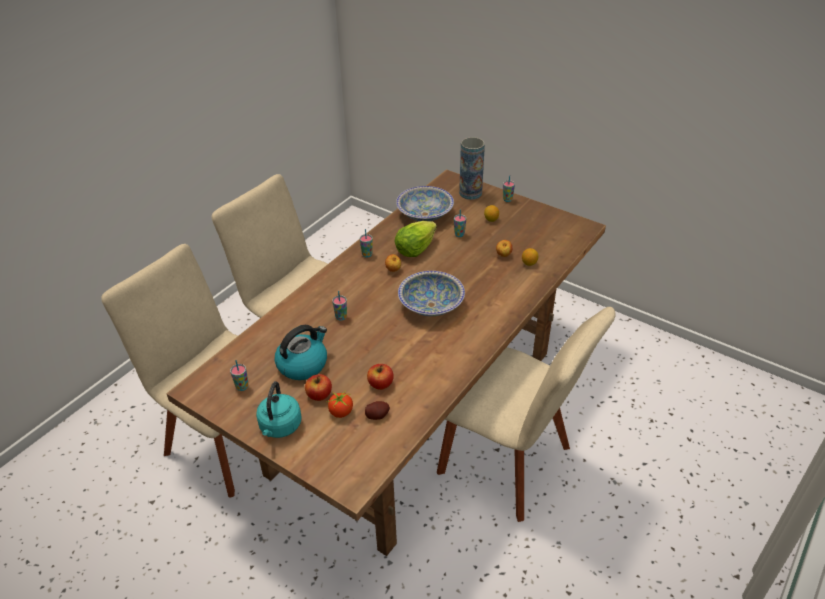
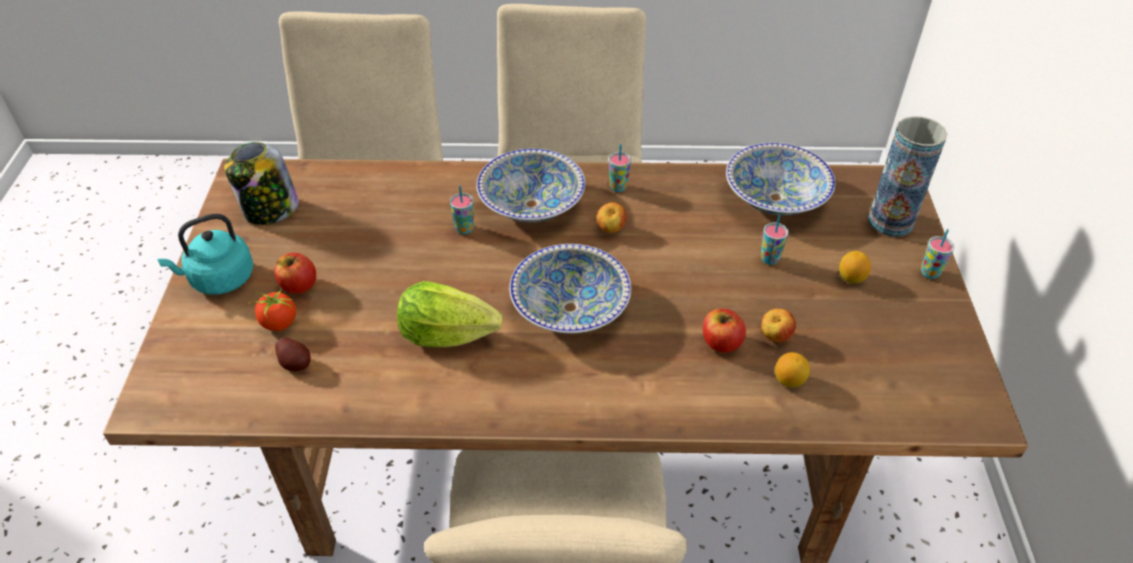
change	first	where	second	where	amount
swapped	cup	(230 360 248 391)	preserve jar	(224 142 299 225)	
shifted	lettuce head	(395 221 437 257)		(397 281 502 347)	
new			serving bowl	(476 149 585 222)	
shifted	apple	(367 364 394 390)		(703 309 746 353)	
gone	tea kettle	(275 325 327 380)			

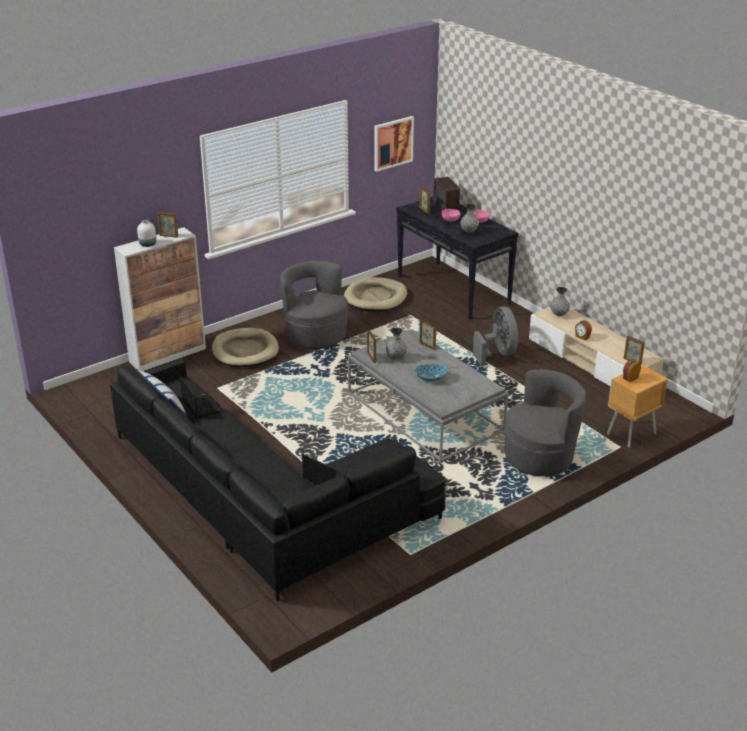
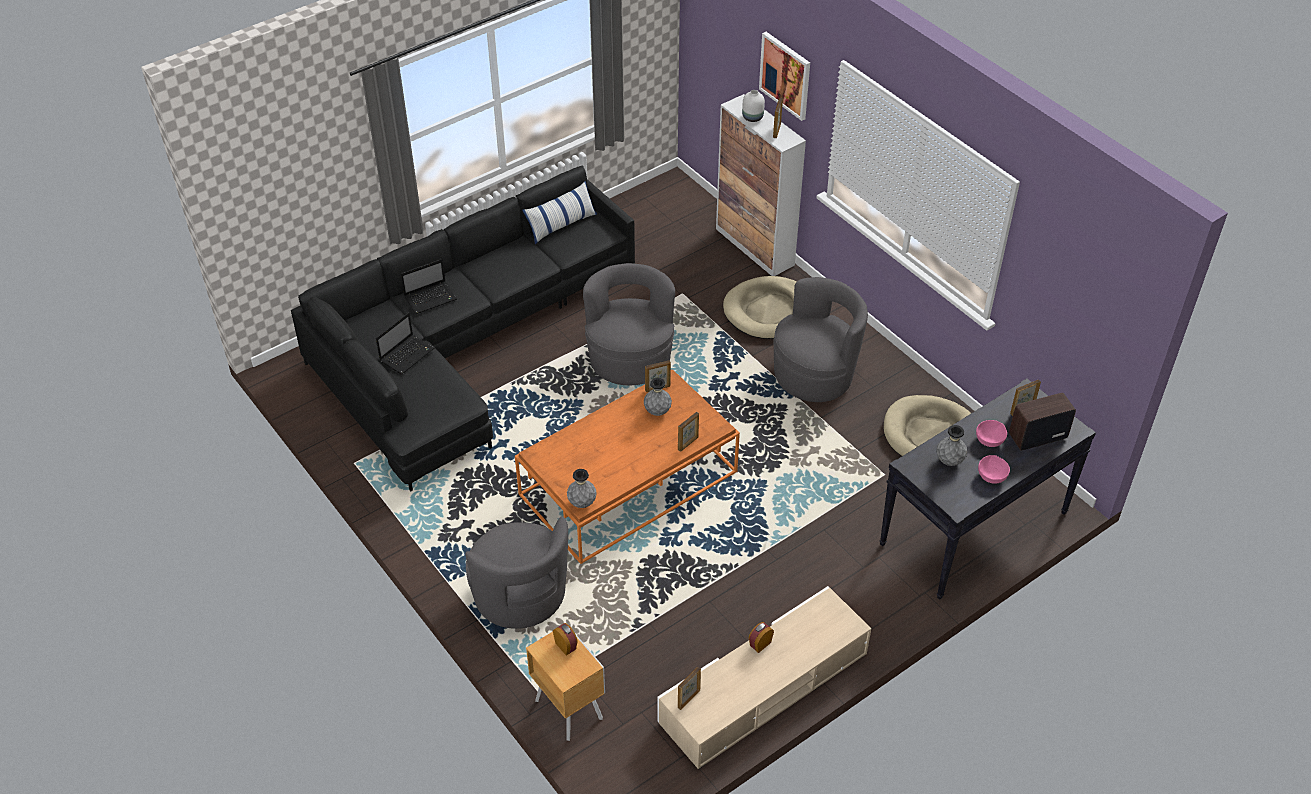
change	first	where	second	where	amount
shifted	laptop	(180 376 221 418)		(401 259 457 314)	
repainted	gray low table	(348 329 508 462)	orange-coloured low table	(515 369 740 564)	
shifted	gray vase	(550 287 570 316)		(567 469 597 508)	
new			gray armchair	(583 263 675 385)	
shifted	wall picture	(374 116 414 172)		(759 32 810 121)	
gone	serving bowl	(414 364 447 381)			
gone	gray cooling fan	(473 307 518 366)			

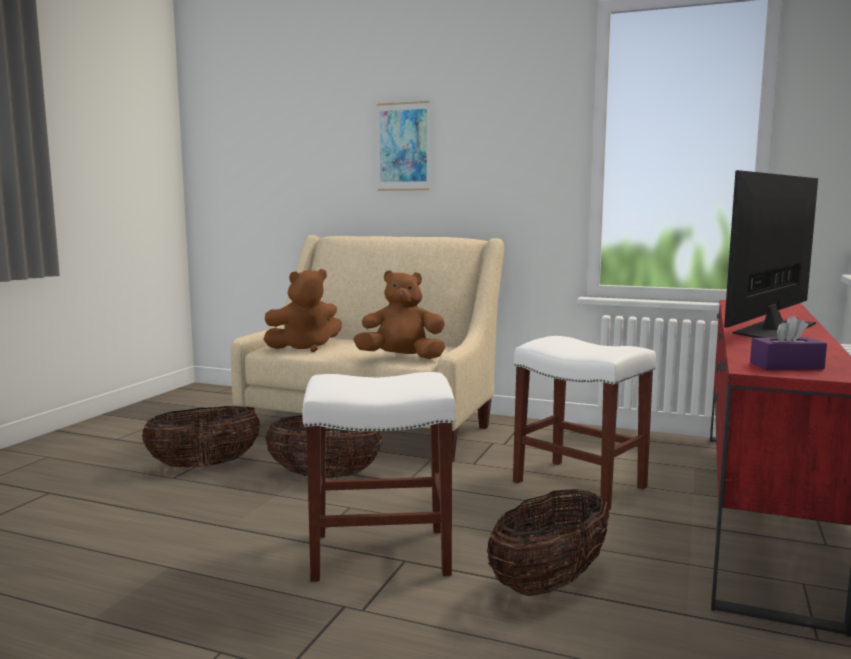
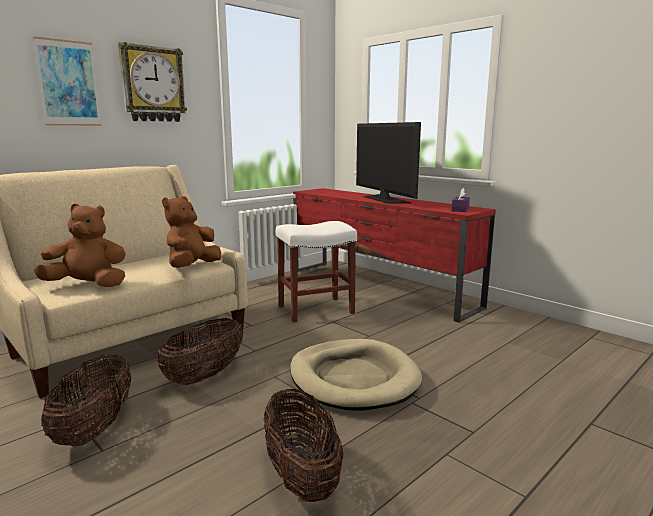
change	first	where	second	where	amount
rotated	brown plush toy	(263 269 342 352)		(34 203 126 287)	90 degrees counterclockwise
new			wall clock	(118 42 187 122)	
shifted	household basket	(487 489 609 596)		(263 389 344 502)	
swapped	white-coloured stool	(302 372 456 582)	sand-coloured dog bed	(290 339 422 411)	

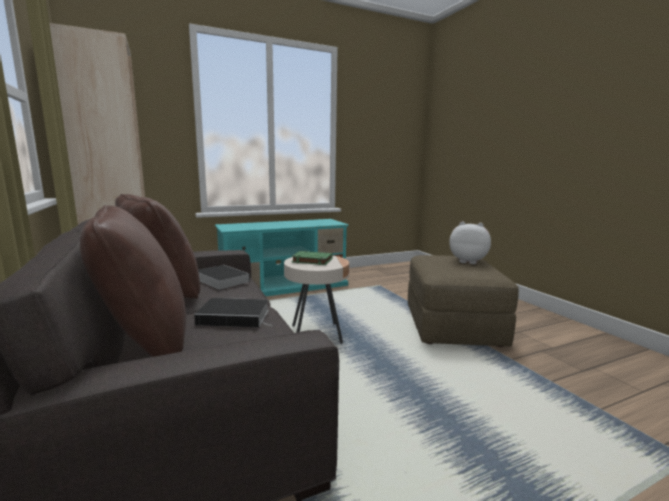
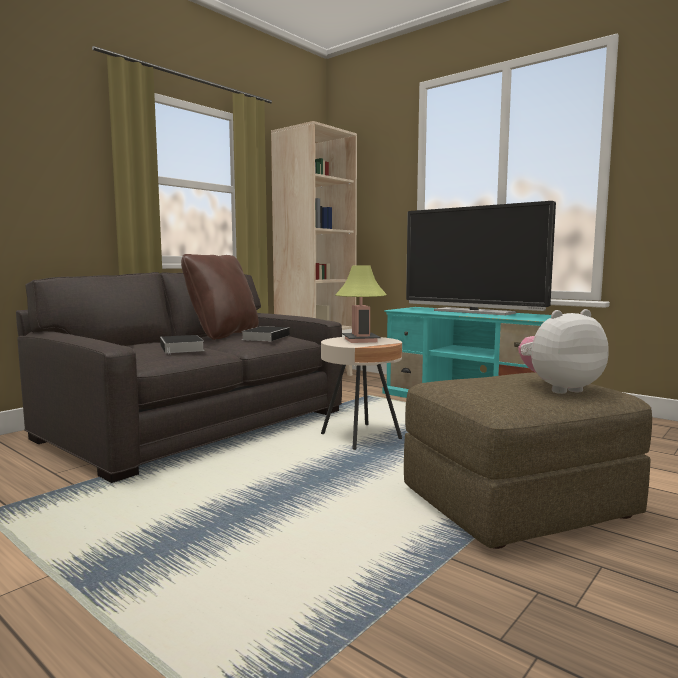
change	first	where	second	where	amount
swapped	green bound book	(291 251 333 265)	lamp for a table	(335 266 387 343)	
new			television	(406 201 556 315)	
rotated	plush toy	(449 221 491 264)		(518 309 608 394)	105 degrees counterclockwise
gone	brown pillow	(80 205 186 357)			

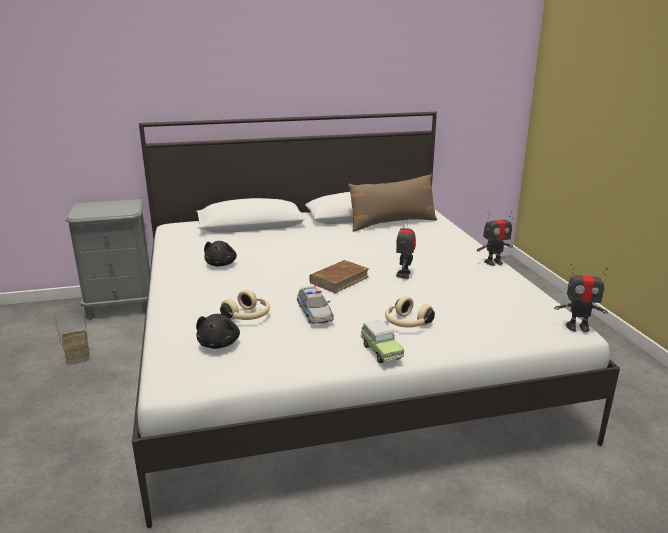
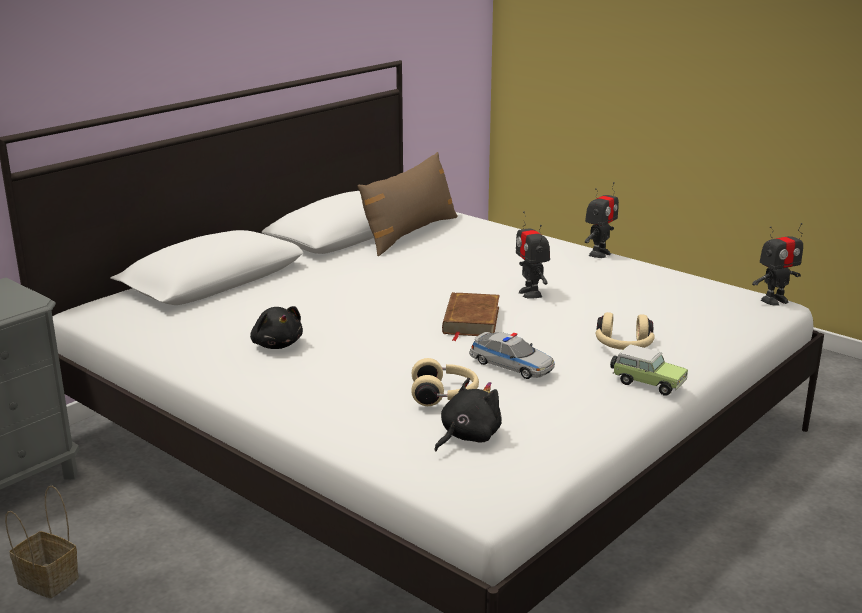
change	first	where	second	where	amount
rotated	blackish plush toy	(196 314 240 349)		(435 378 502 452)	105 degrees counterclockwise

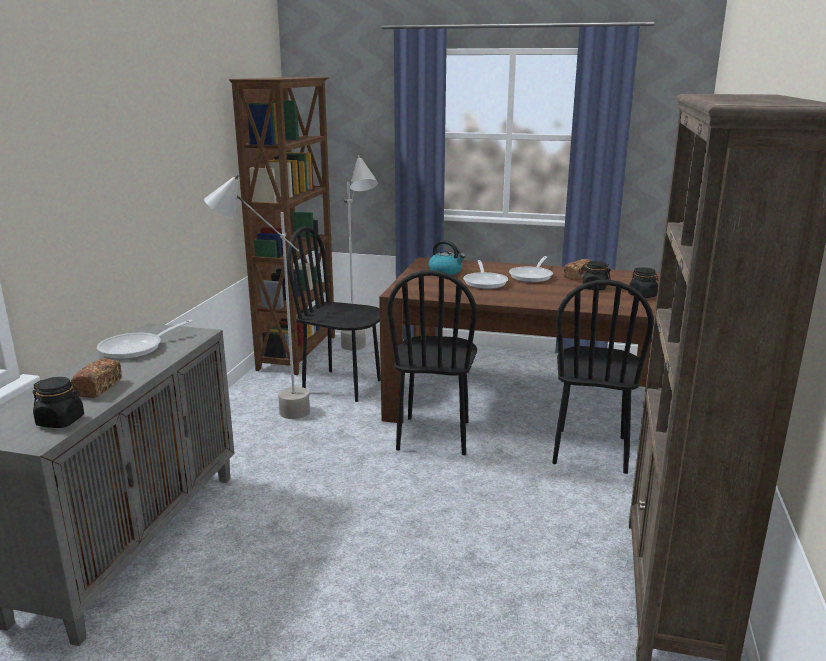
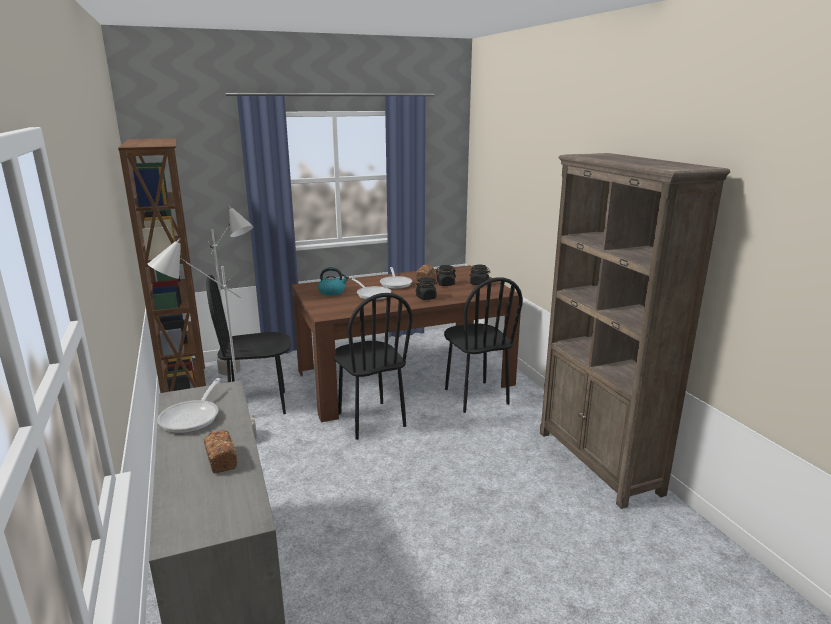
change	first	where	second	where	amount
shifted	blackish preserve jar	(33 377 84 428)		(416 277 437 300)	

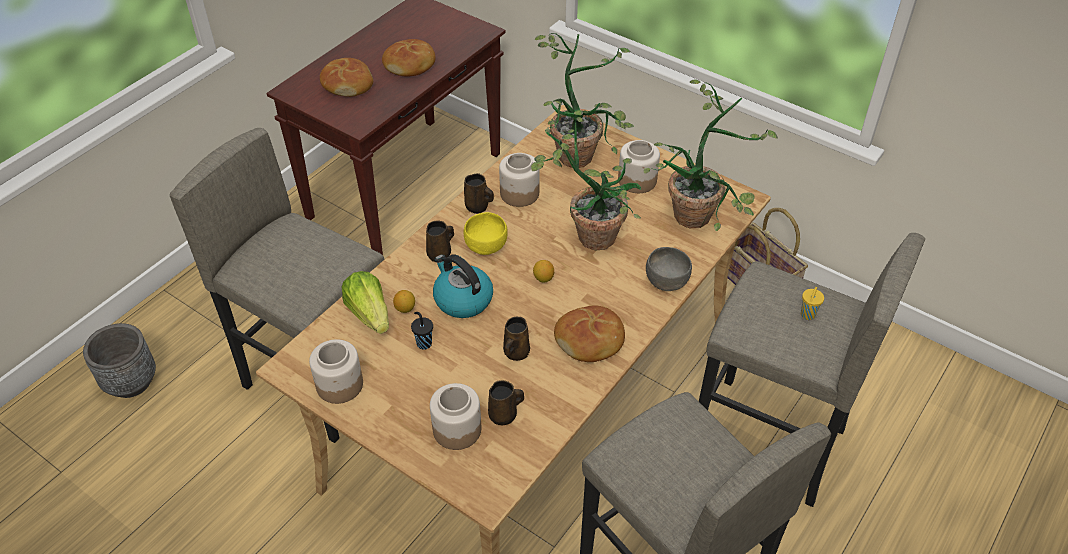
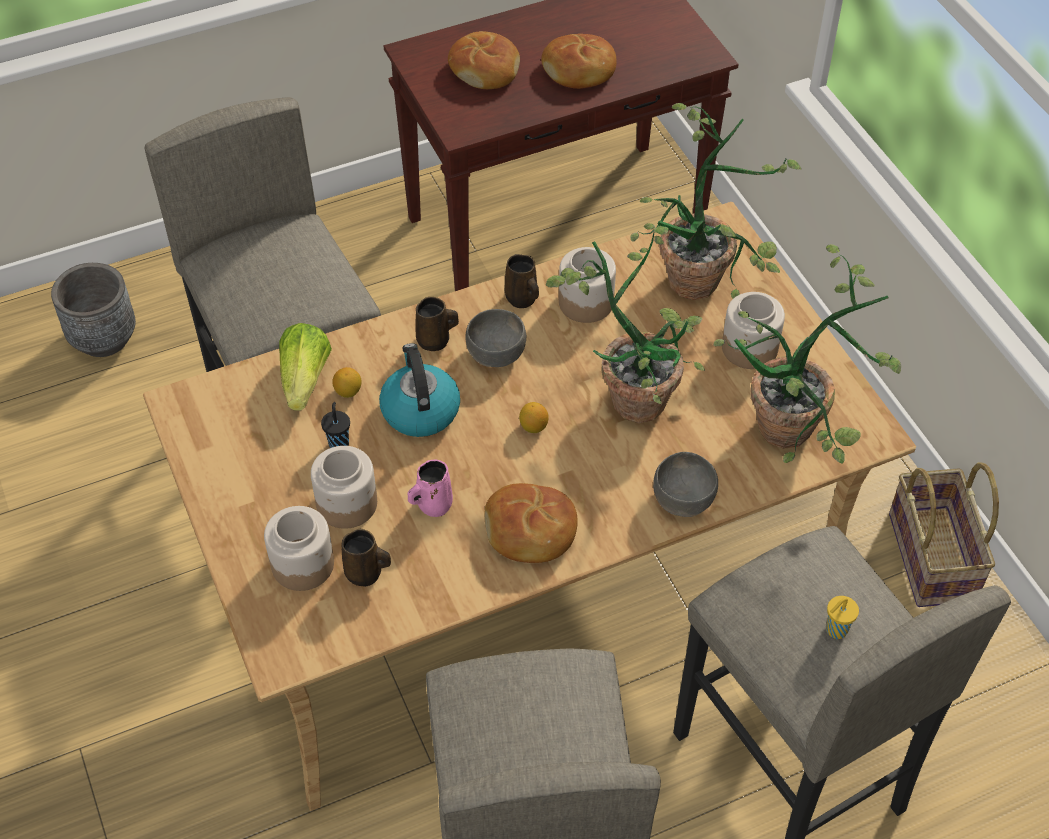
change	first	where	second	where	amount
shifted	preserve jar	(309 339 363 404)		(311 446 377 529)	
repainted	brown mug	(503 317 530 361)	pinkish mug	(407 460 453 517)	
repainted	yellow-coloured serving bowl	(463 212 508 255)	gray serving bowl	(465 309 526 367)	

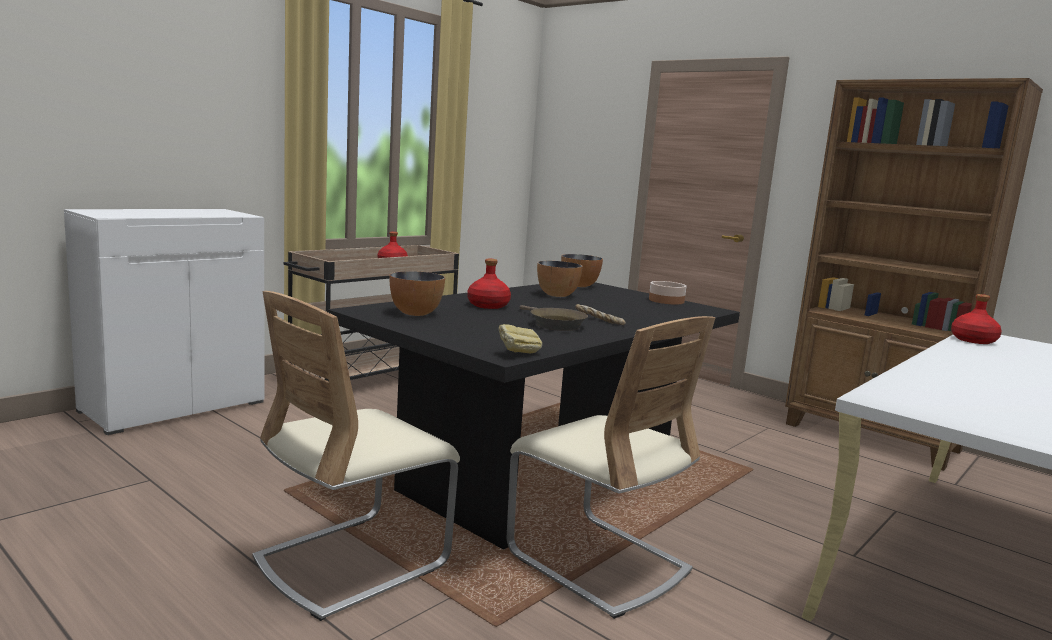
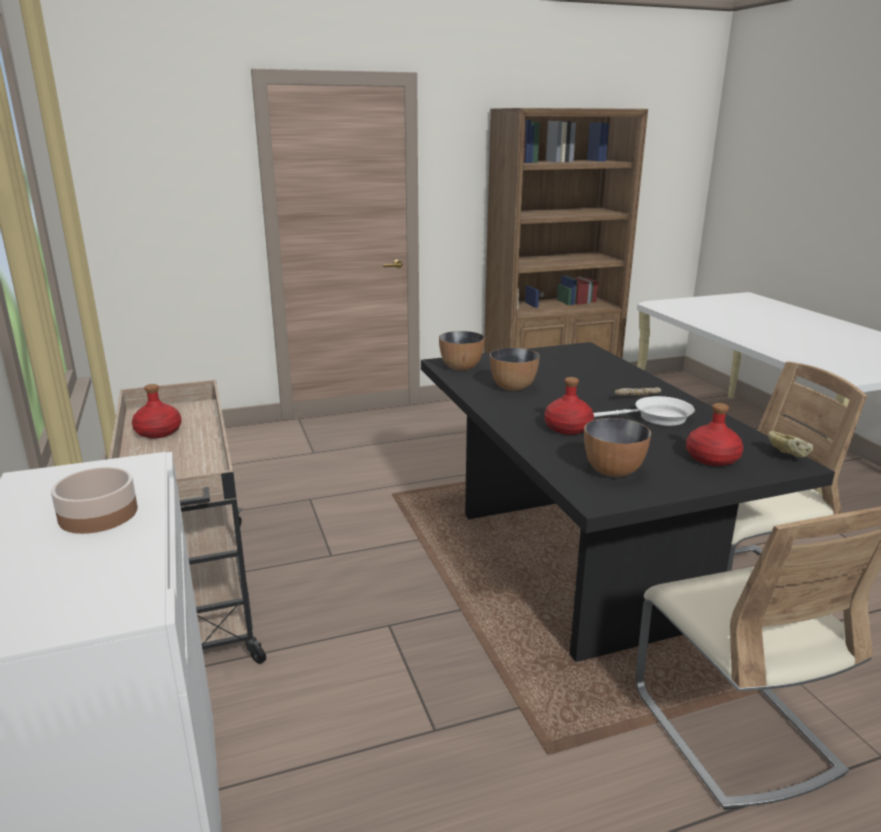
change	first	where	second	where	amount
shifted	serving bowl	(649 281 686 305)		(51 467 138 534)	
repainted	brown pan	(520 305 588 331)	white-coloured pan	(593 396 695 426)	
shifted	red bottle	(951 294 1002 344)		(686 403 743 466)	

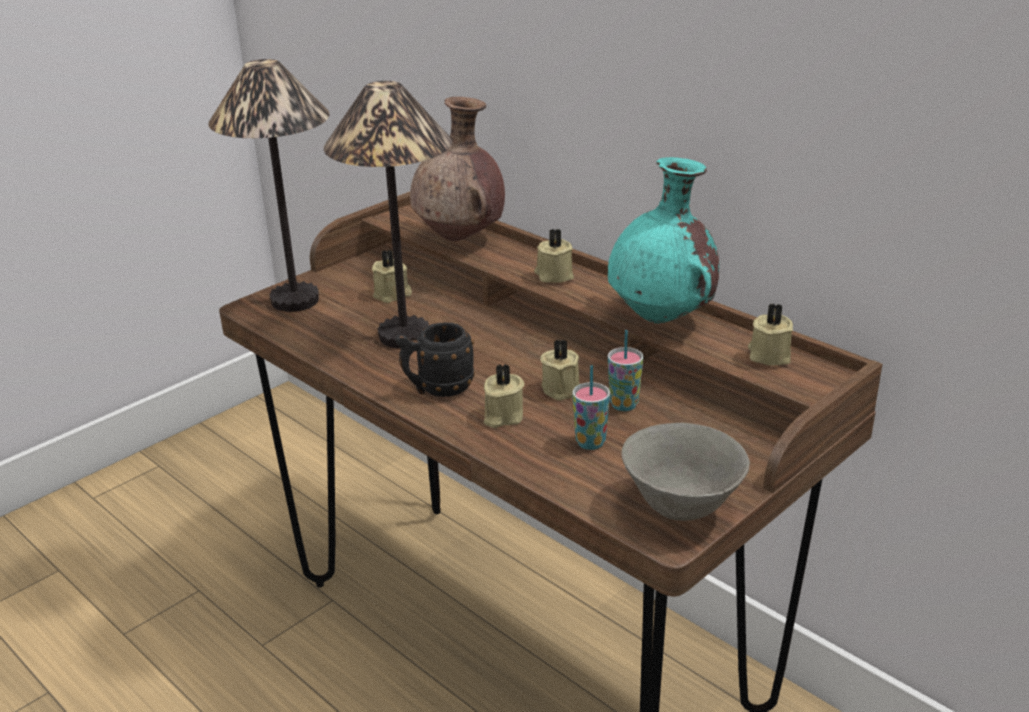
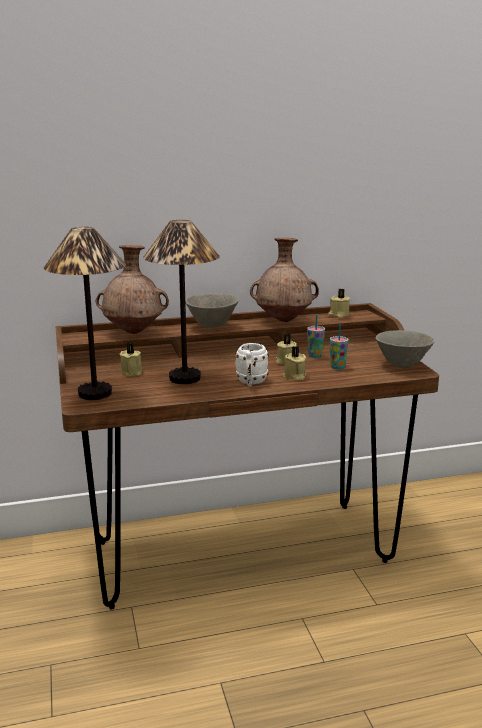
change	first	where	second	where	amount
swapped	sand-coloured wax light	(534 228 574 283)	gray serving bowl	(185 293 239 328)	
repainted	blackish mug	(395 322 475 397)	white-coloured mug	(235 343 269 387)	
repainted	turquoise vase	(608 157 719 324)	brown vase	(250 238 319 322)	

